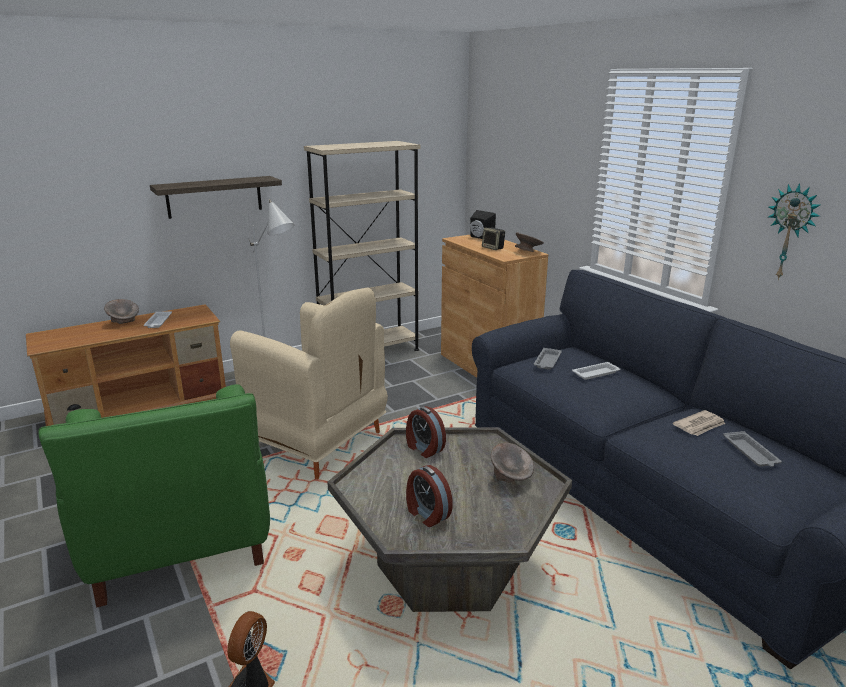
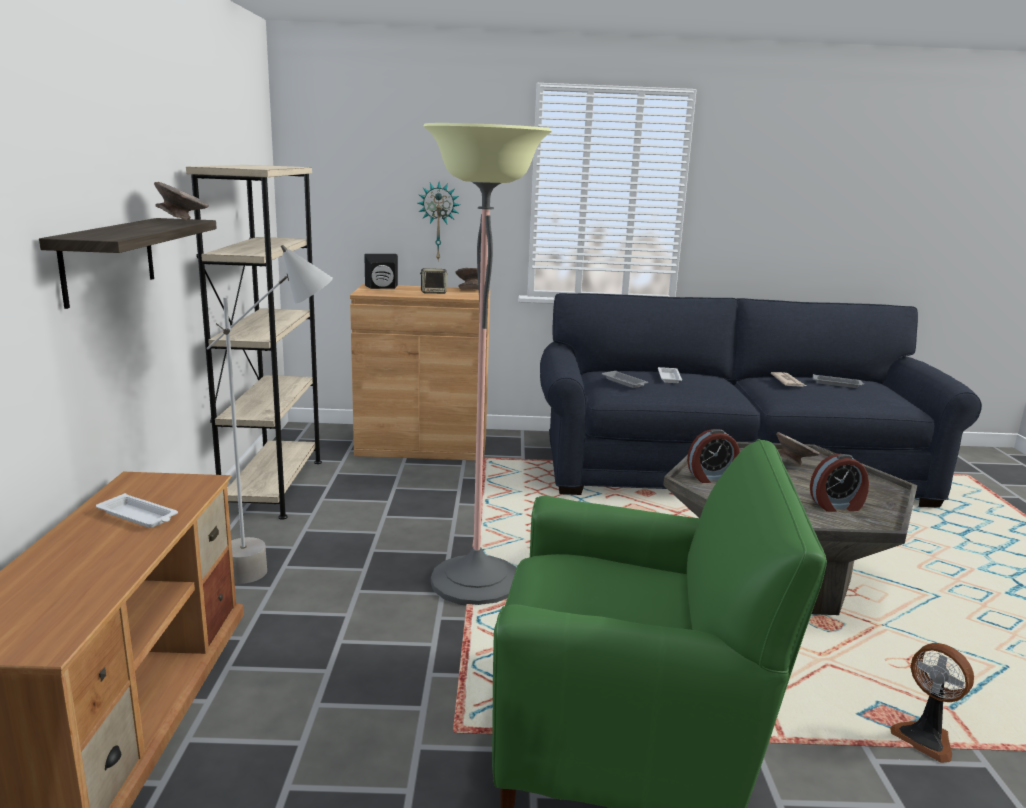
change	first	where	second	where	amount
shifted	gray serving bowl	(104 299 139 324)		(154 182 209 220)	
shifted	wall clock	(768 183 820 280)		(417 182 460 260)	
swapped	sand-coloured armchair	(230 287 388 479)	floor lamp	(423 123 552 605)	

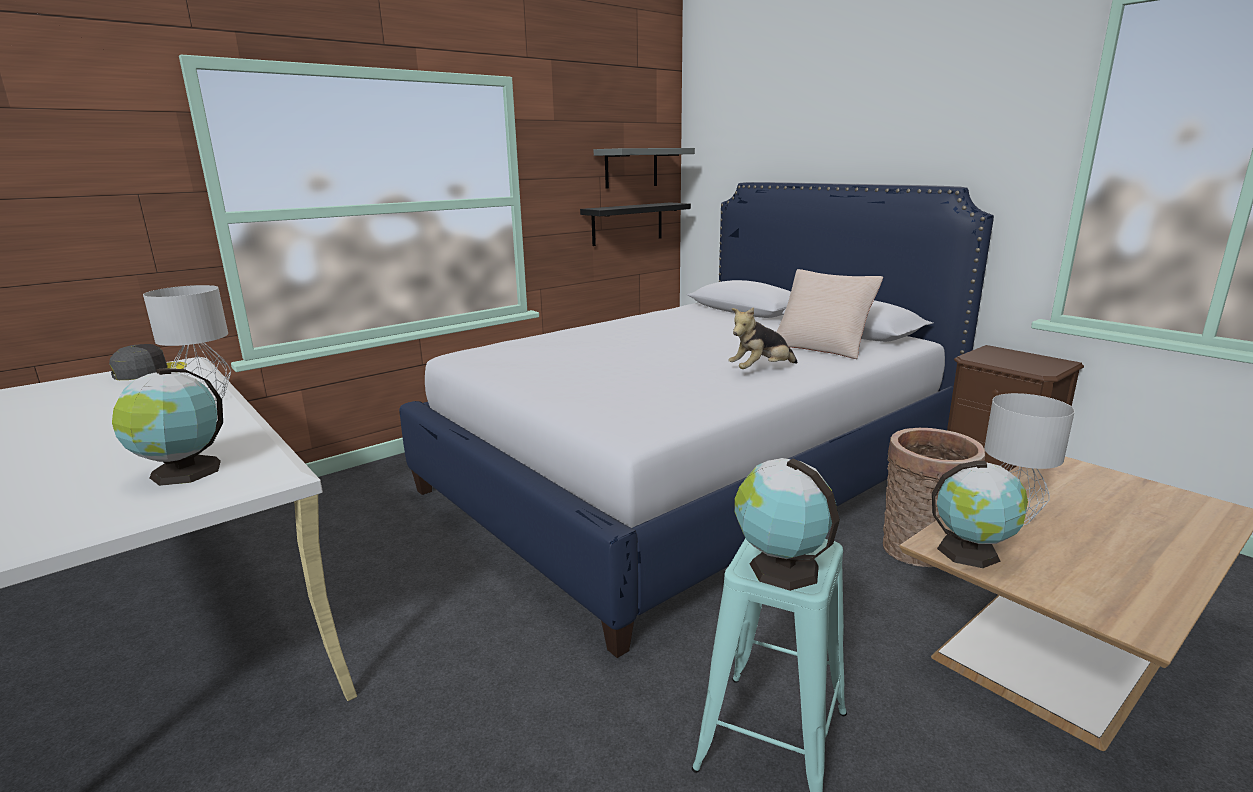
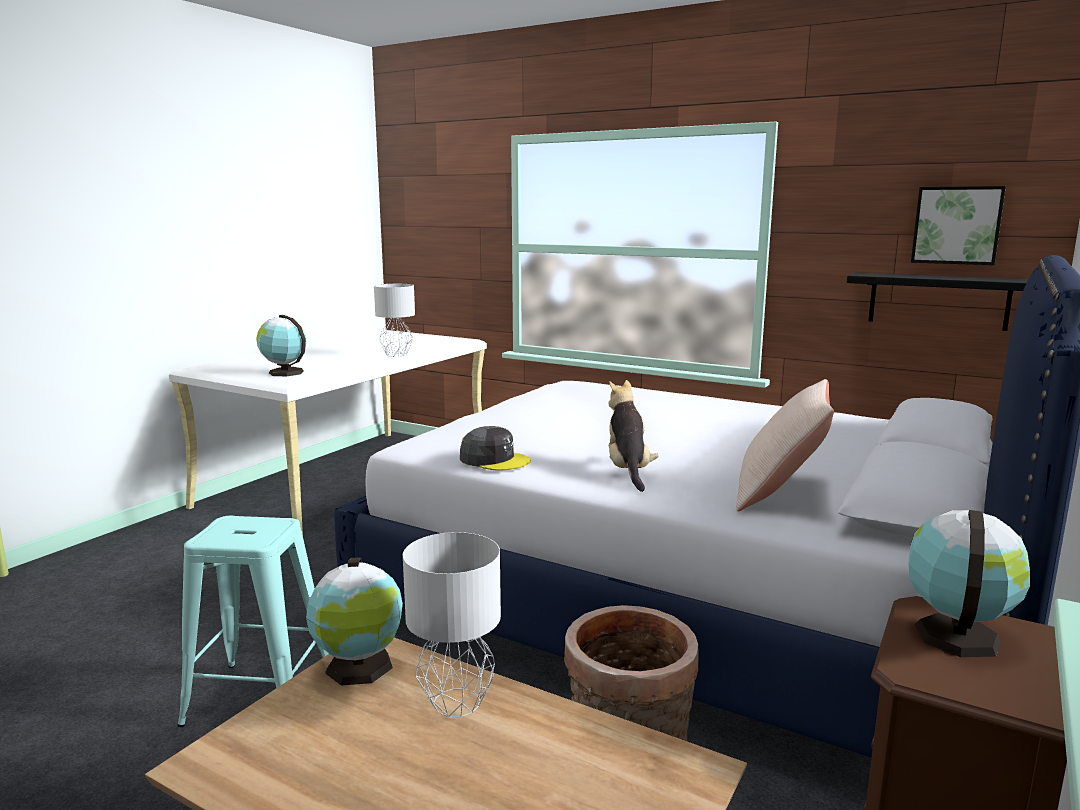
change	first	where	second	where	amount
shifted	gray peaked cap	(109 344 187 380)		(460 426 531 471)	
rotated	plush toy	(728 307 798 369)		(608 380 658 492)	45 degrees clockwise
shifted	globe	(734 458 840 591)		(908 510 1030 657)	
swapped	gray bracket shelf	(594 148 695 189)	wall picture	(911 186 1006 265)	

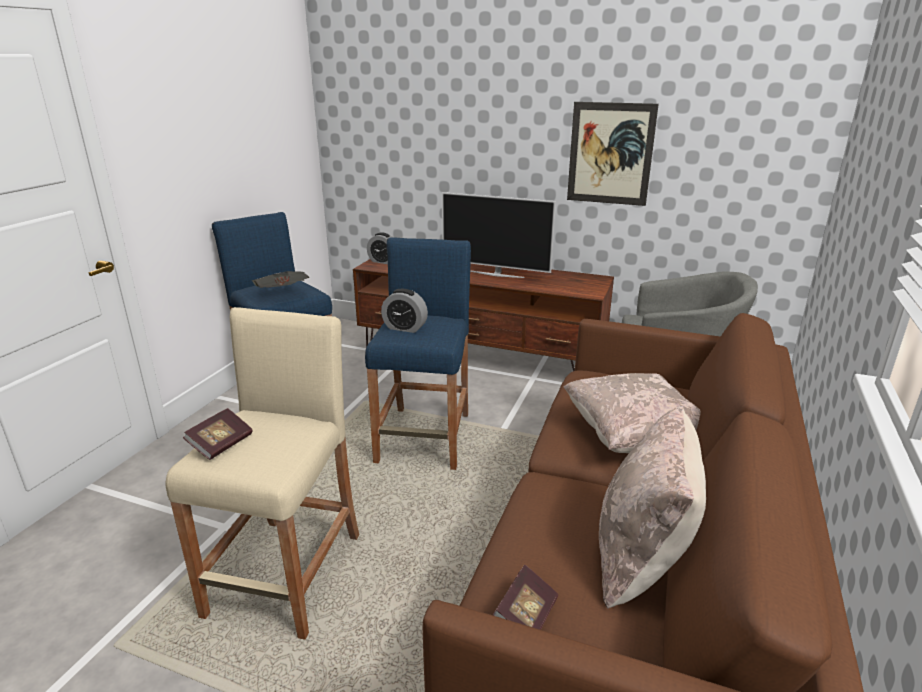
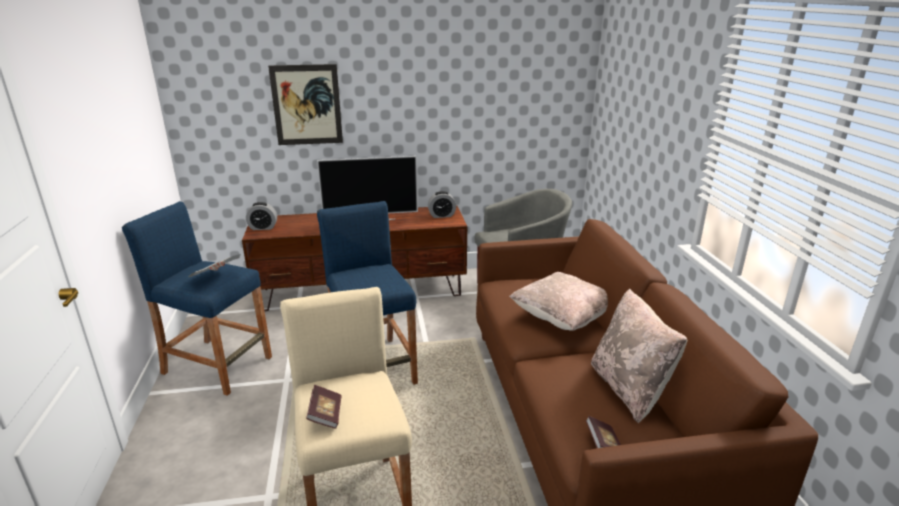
change	first	where	second	where	amount
shifted	wall picture	(567 102 659 206)		(268 64 343 145)	
shifted	alarm clock	(381 289 428 333)		(428 191 456 218)	

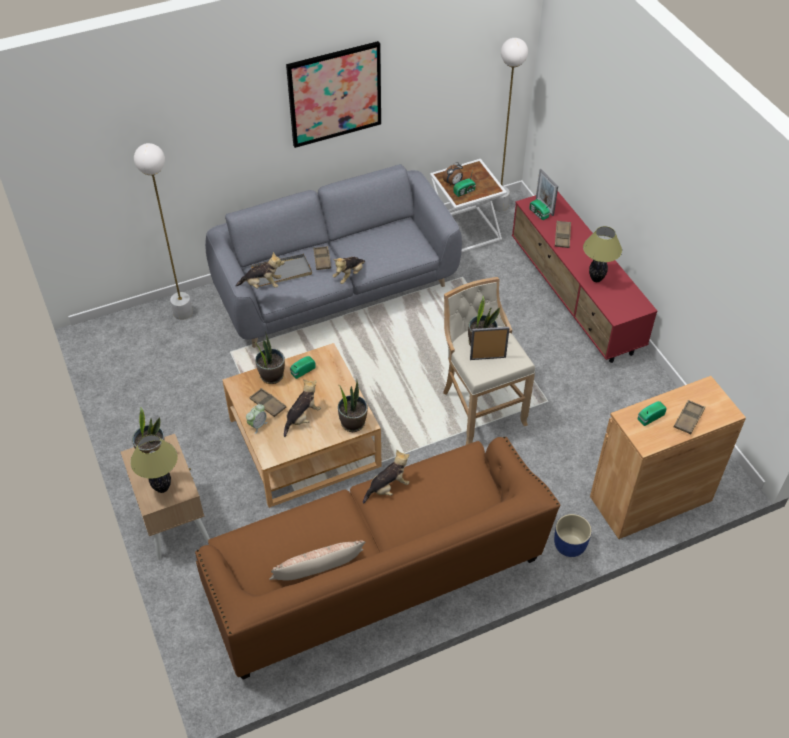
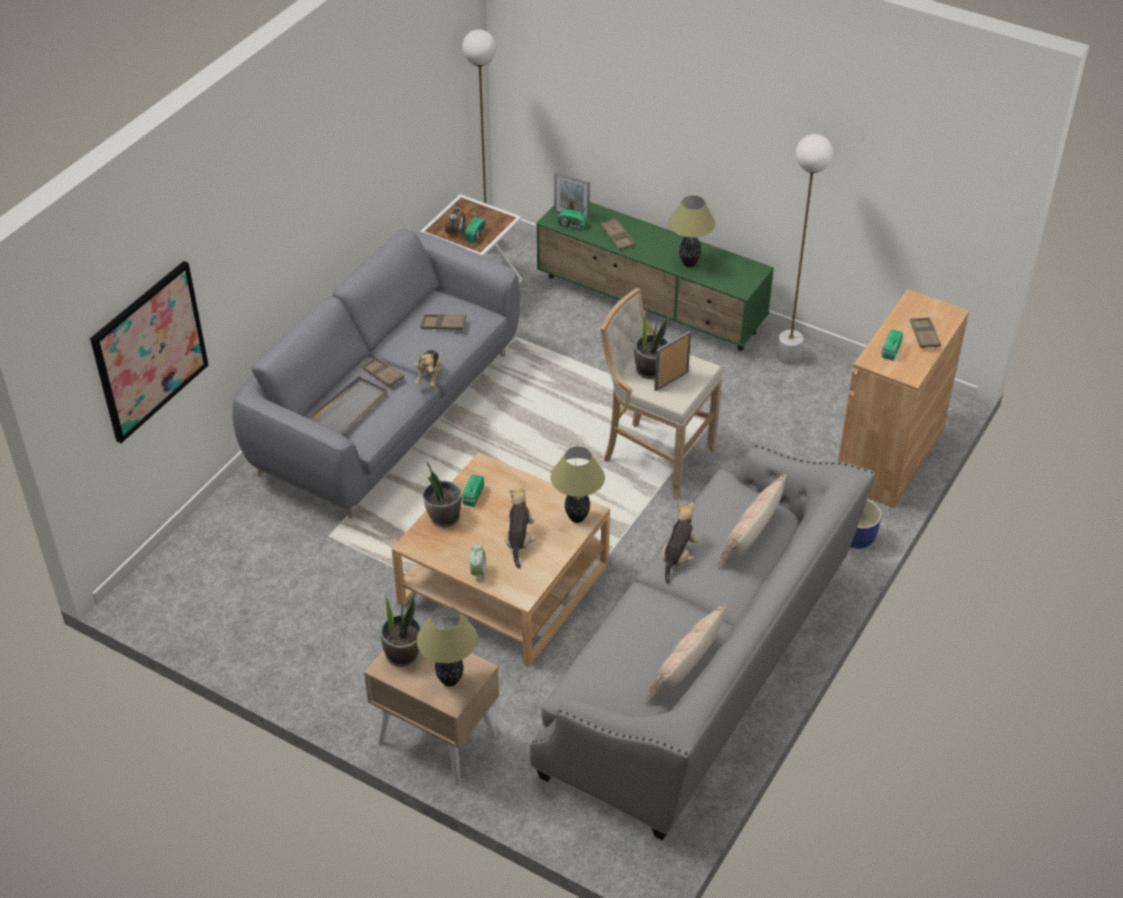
change	first	where	second	where	amount
shifted	wall picture	(286 41 381 148)		(90 261 209 443)	
shifted	brown serving tray	(249 388 287 417)		(420 314 466 330)	
repainted	brown settee	(195 437 561 680)	gray settee	(530 445 875 840)	
repainted	red media console	(512 192 658 363)	green media console	(536 202 774 351)	
swapped	houseplant	(338 379 368 432)	lamp for a table	(550 446 605 523)	
new			pillow	(718 474 787 569)	
shifted	white-coloured floor lamp	(134 143 193 320)		(777 134 833 365)	
gone	plush toy	(236 252 284 289)			

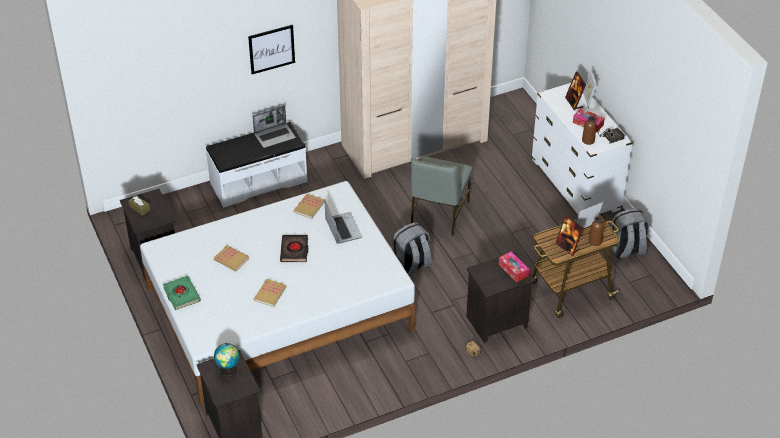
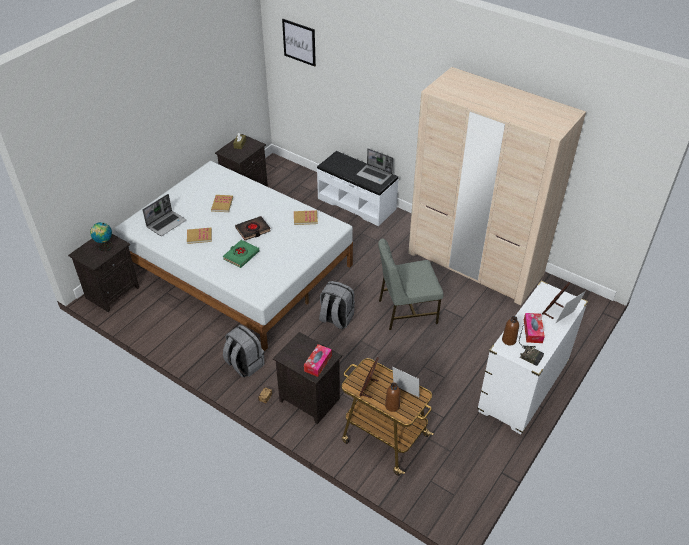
change	first	where	second	where	amount
shifted	laptop	(325 201 362 244)		(143 194 186 236)	
shifted	green bound book	(163 276 201 310)		(223 240 260 268)	
shifted	gray backpack	(611 208 650 259)		(223 325 264 378)	
shifted	wall picture	(248 25 295 74)		(282 19 316 67)	

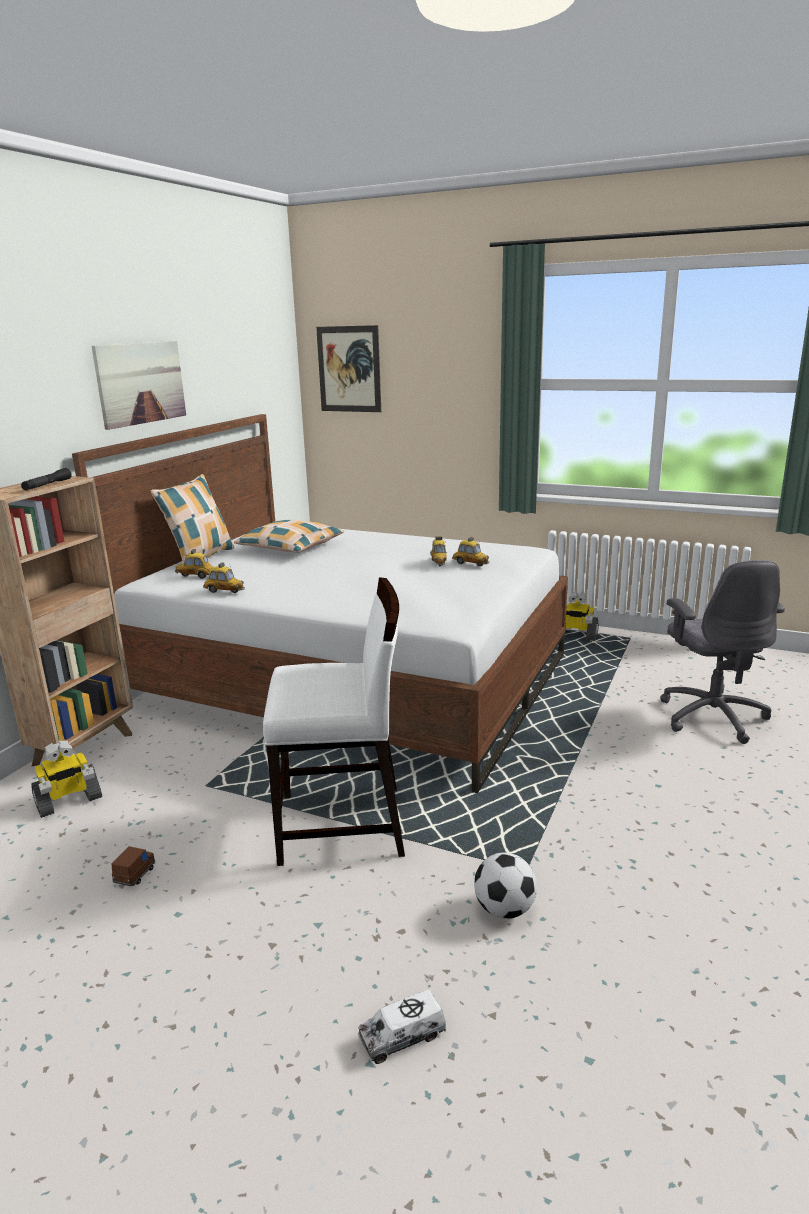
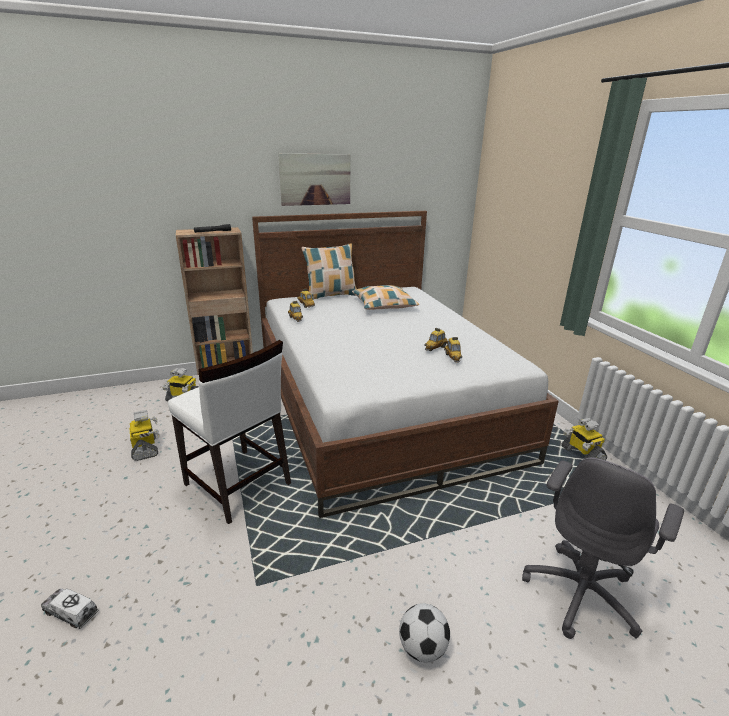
change	first	where	second	where	amount
swapped	brown model car	(111 846 155 886)	model robot	(130 410 160 461)	
shifted	ball for football	(474 852 537 919)		(399 603 450 662)	
gone	wall picture	(316 325 381 412)			

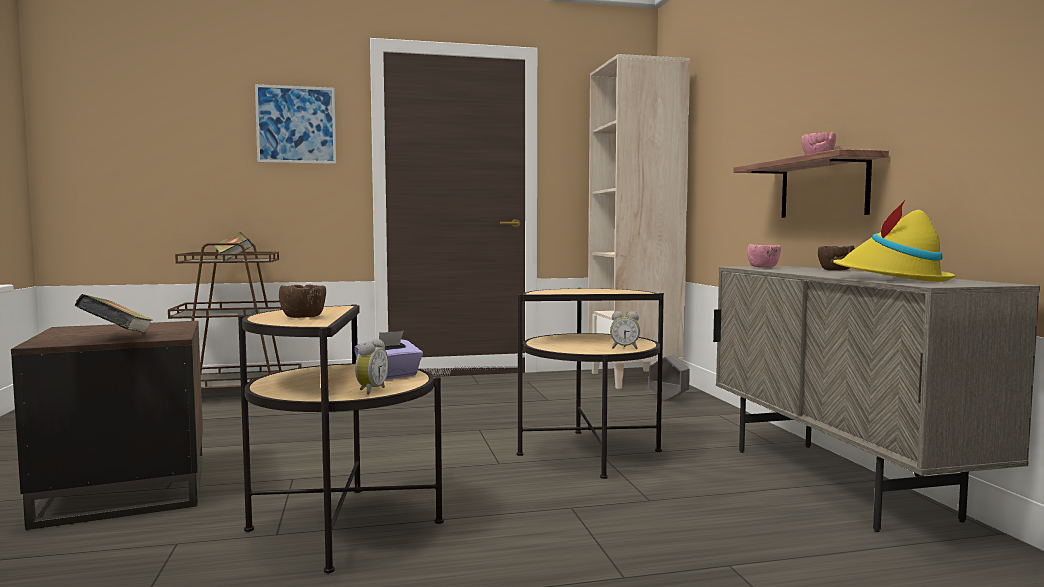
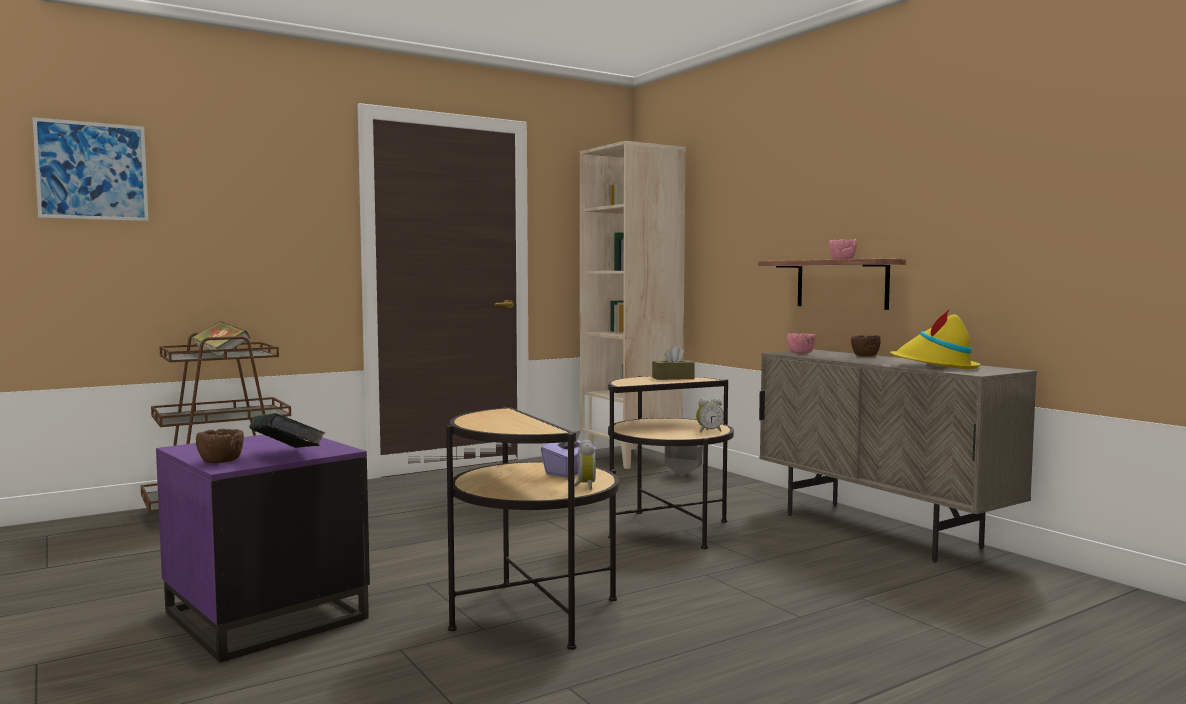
change	first	where	second	where	amount
shifted	wall picture	(255 84 336 164)		(32 117 148 221)	
repainted	brown accent table	(11 321 203 530)	purple accent table	(156 435 370 663)	
shifted	brown serving bowl	(279 285 326 318)		(196 429 244 463)	
new			brown tissue box	(652 345 695 380)	

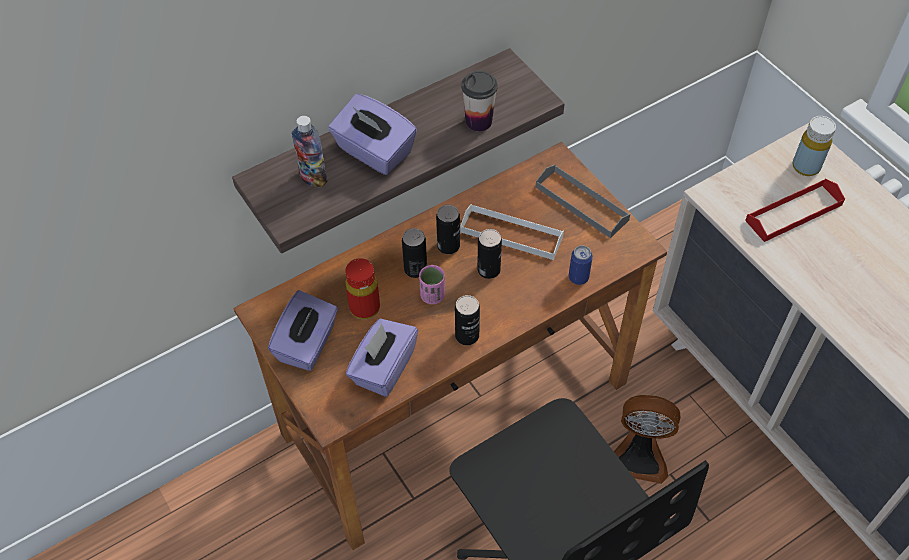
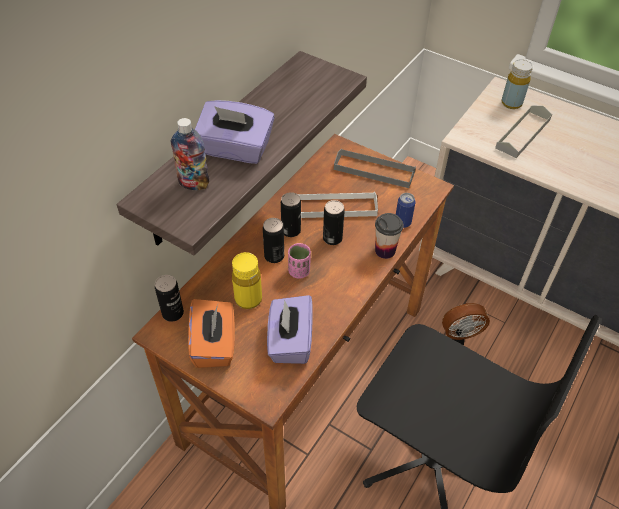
change	first	where	second	where	amount
shifted	metal can	(455 295 480 345)		(155 275 184 322)	
repainted	purple tissue box	(268 290 338 371)	orange-coloured tissue box	(188 299 235 368)	
repainted	red bottle	(345 258 380 319)	yellow-coloured bottle	(232 252 262 309)	
shifted	cup	(461 71 498 131)		(375 213 403 259)	
repainted	red serving tray	(745 178 845 242)	gray serving tray	(495 106 552 158)	

